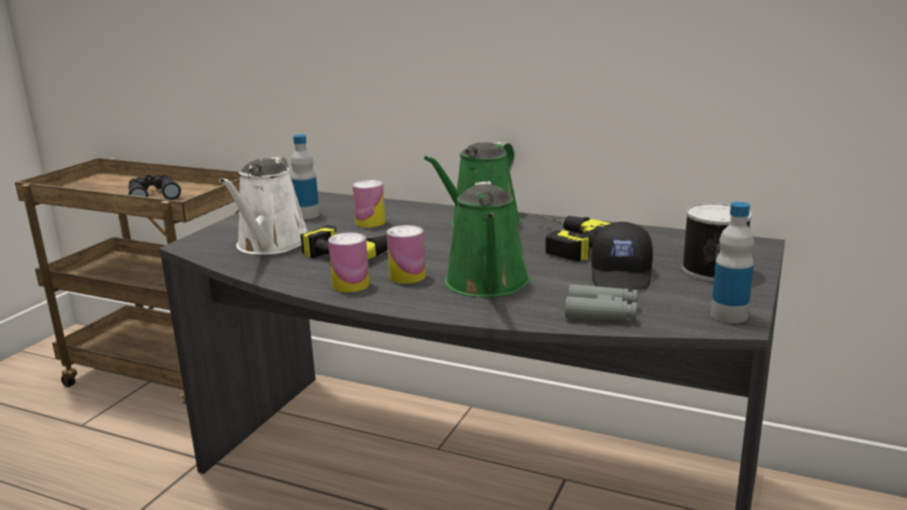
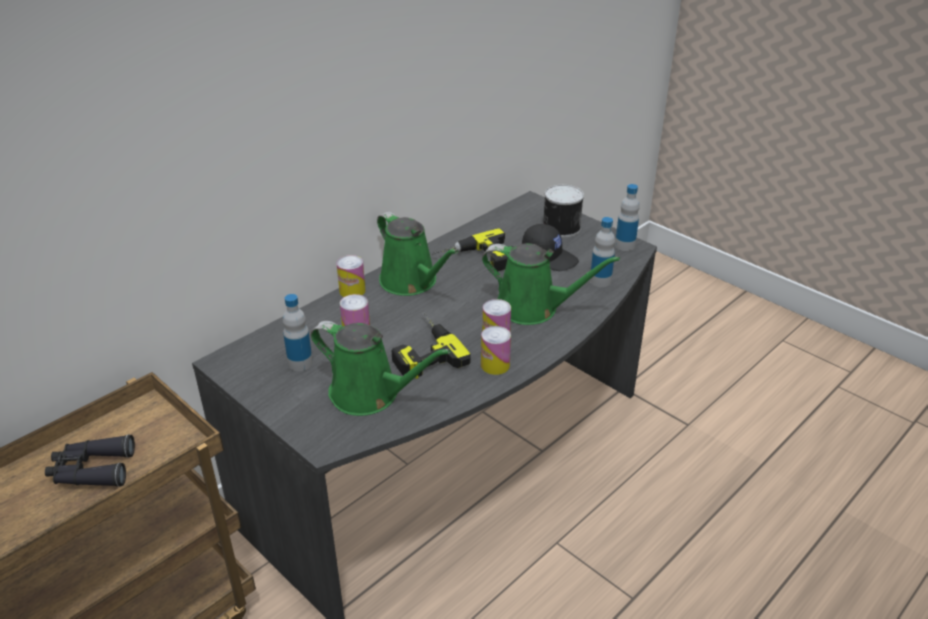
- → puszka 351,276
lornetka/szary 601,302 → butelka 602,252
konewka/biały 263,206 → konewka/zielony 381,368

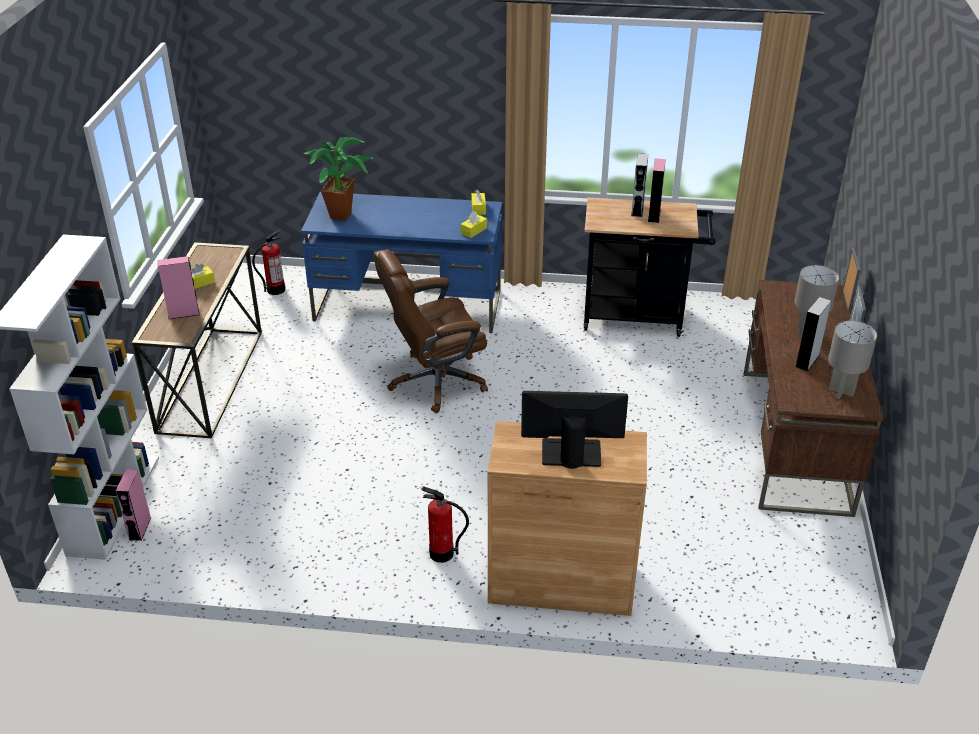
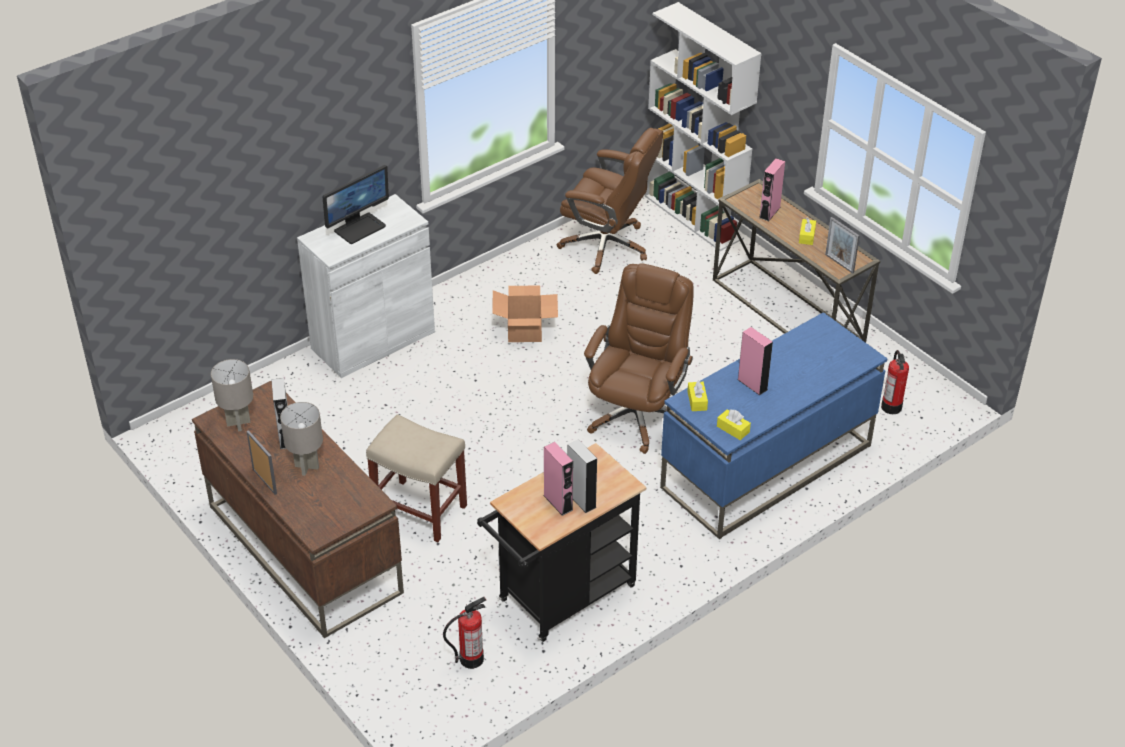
roślina doniczkowa 338,178 → -
- → stołek/beżowy 416,478
- → karton 525,313
- → krzesło biurowe/brązowy 610,201
głośnik/różowy 133,505 → głośnik/różowy 755,361, relocated
gaśnica 445,524 → gaśnica 464,633, relocated
ramka na zdjęcie 851,280 → ramka na zdjęcie 842,245, relocated
szafka/brązowy 567,518 → szafka/biały 366,286

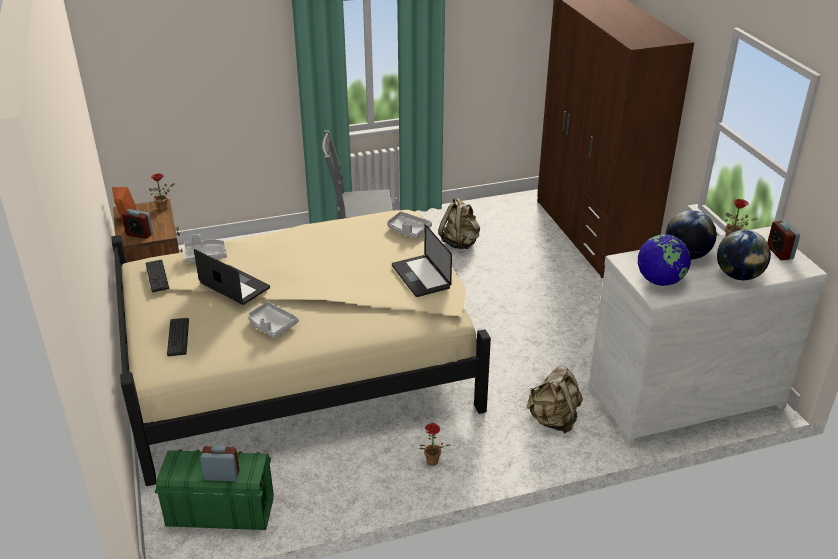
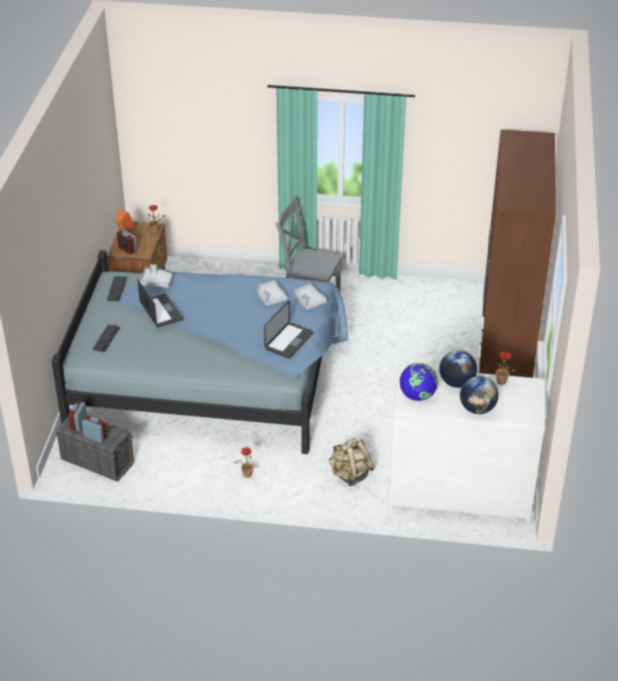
plecak/beżowy 459,223 → -
taca/szary 273,319 → taca/szary 272,293, relocated
budzik 783,240 → budzik 77,416, relocated
łóżko/beżowy 301,348 → łóżko/niebieski 200,352
pojemnik do przechowywania/zielony 214,489 → pojemnik do przechowywania/szary 94,449
laptop 422,260 → laptop 288,330, 150 degrees counterclockwise

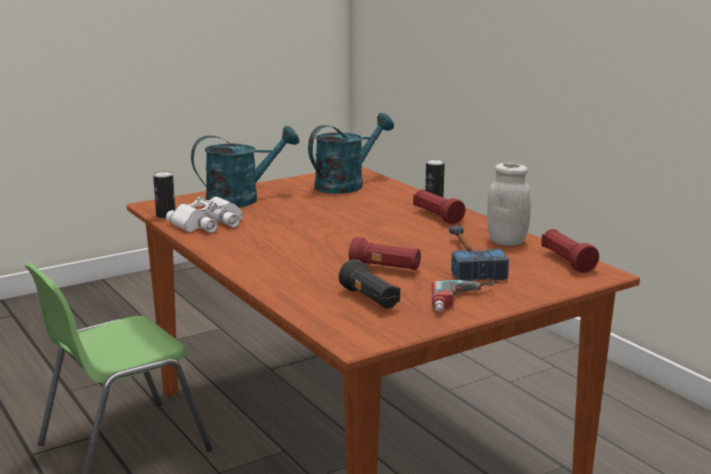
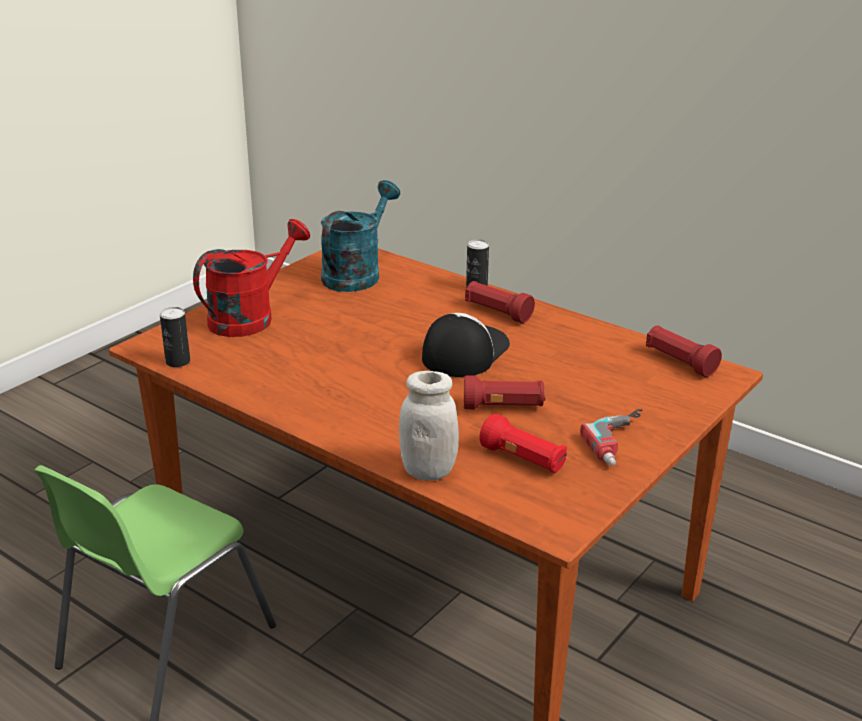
lornetka/biały 204,214 → -
młotek 479,253 → -
- → czapka z daszkiem 466,345
słoik/biały 509,204 → słoik/biały 429,425, relocated
konewka/turkusowy 245,166 → konewka/czerwony 251,278
latarka/czarny 369,284 → latarka/czerwony 523,443

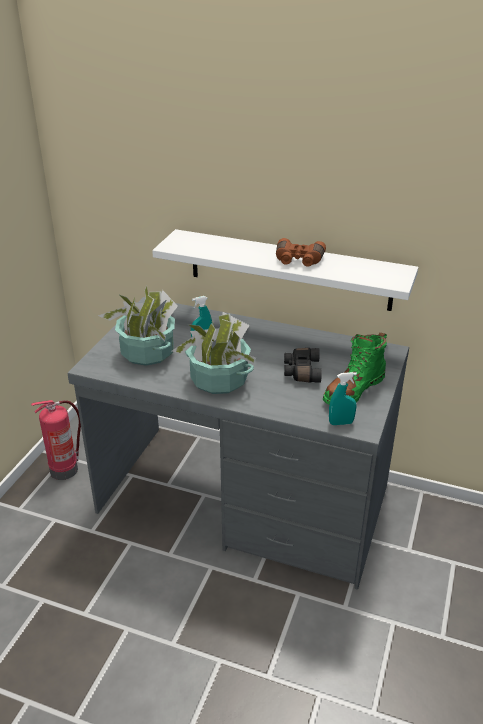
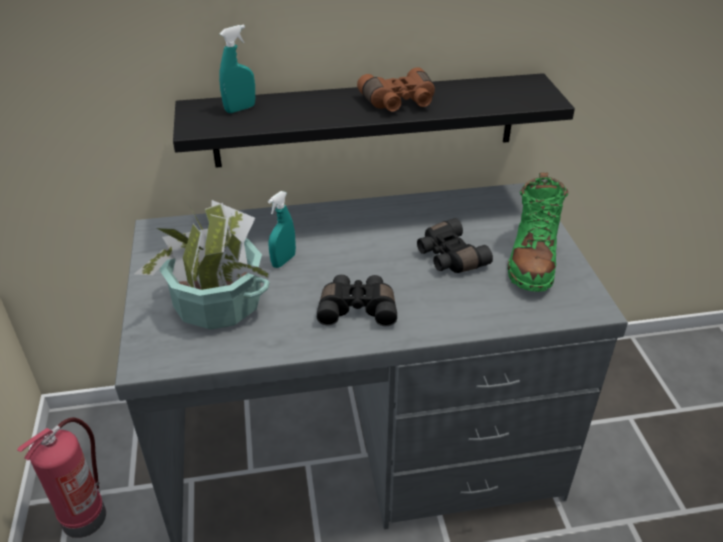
spryskiwacz/turkusowy 343,398 → spryskiwacz/turkusowy 237,69, relocated
roślina doniczkowa 214,353 → lornetka/czarny 357,300
półka/biały 285,270 → półka/czarny 374,120

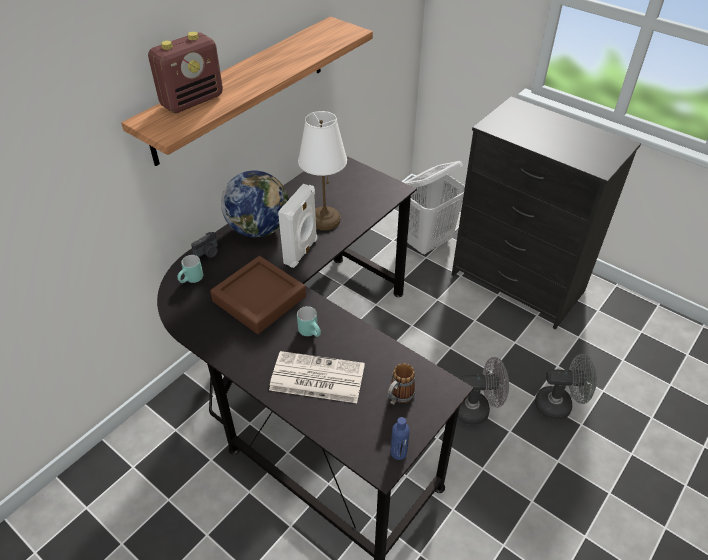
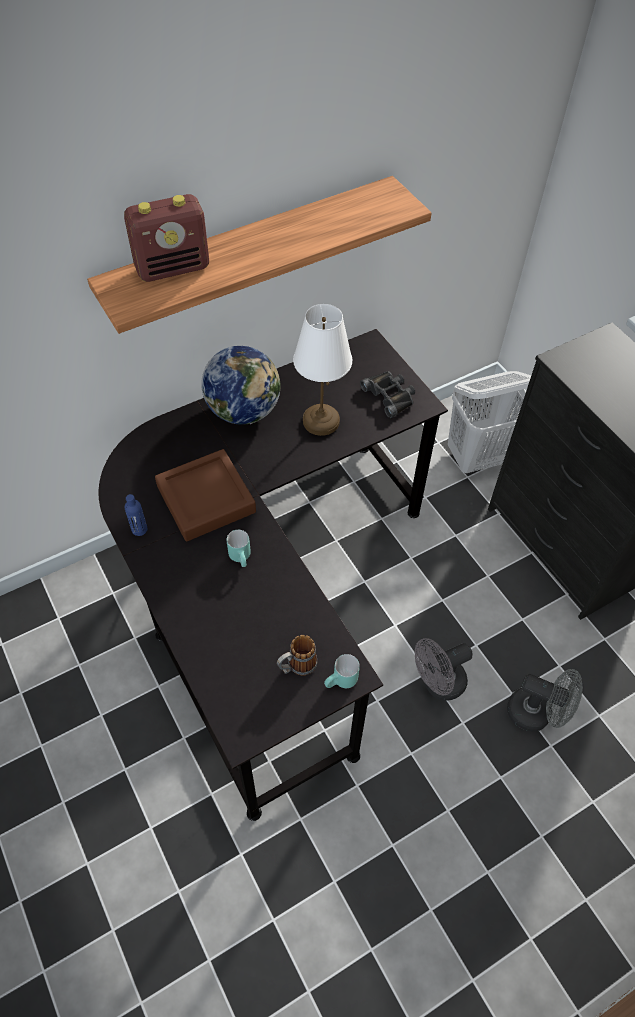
aparat fotograficzny 204,245 → -
gazeta 317,377 → -
głośnik/biały 298,226 → -
- → lornetka/czarny 387,394
kubek/turkusowy 190,269 → kubek/turkusowy 342,671, relocated
butelka/niebieski 400,438 → butelka/niebieski 136,515, relocated
wentylator/szary 483,391 → wentylator/szary 444,669, 135 degrees clockwise

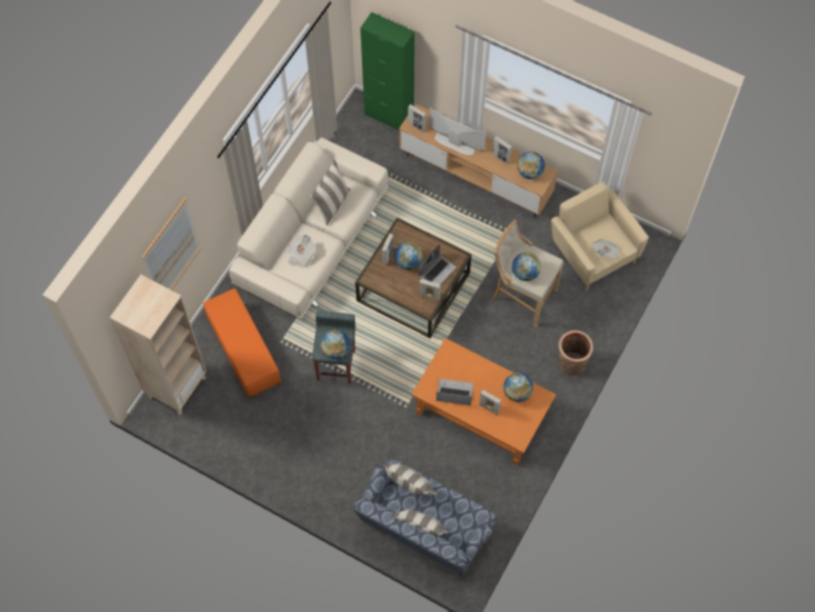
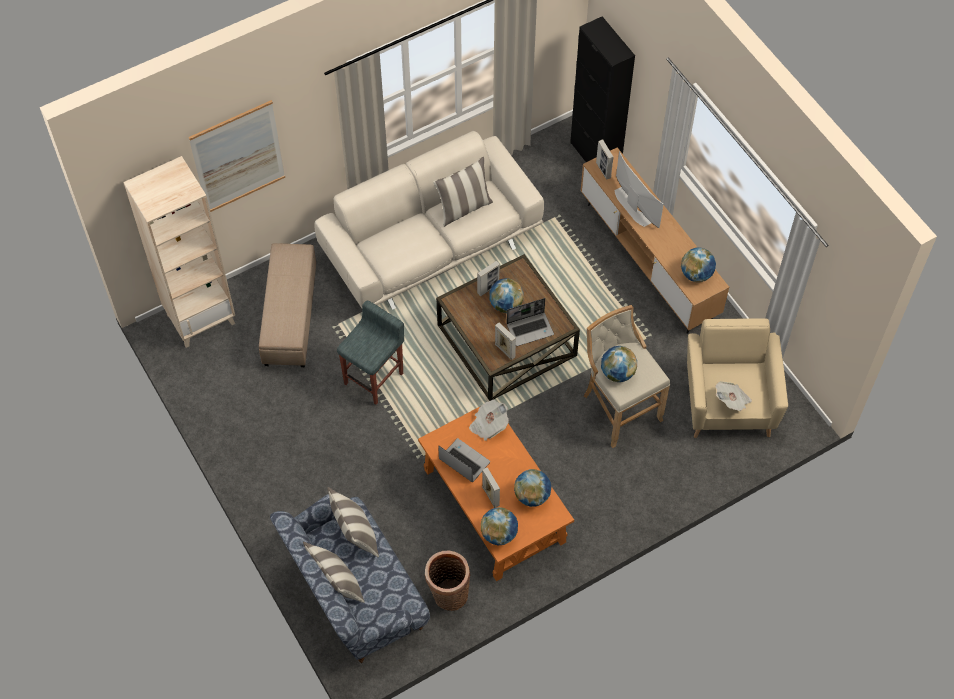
ramka na zdjęcie 502,150 → -
gazeta 302,251 → gazeta 489,420, relocated
globus 335,344 → globus 499,526, relocated
koszyk 575,353 → koszyk 447,581, relocated
pufa/pomarańczowy 242,343 → pufa/beżowy 287,305
szafka/zielony 387,71 → szafka/czarny 602,89

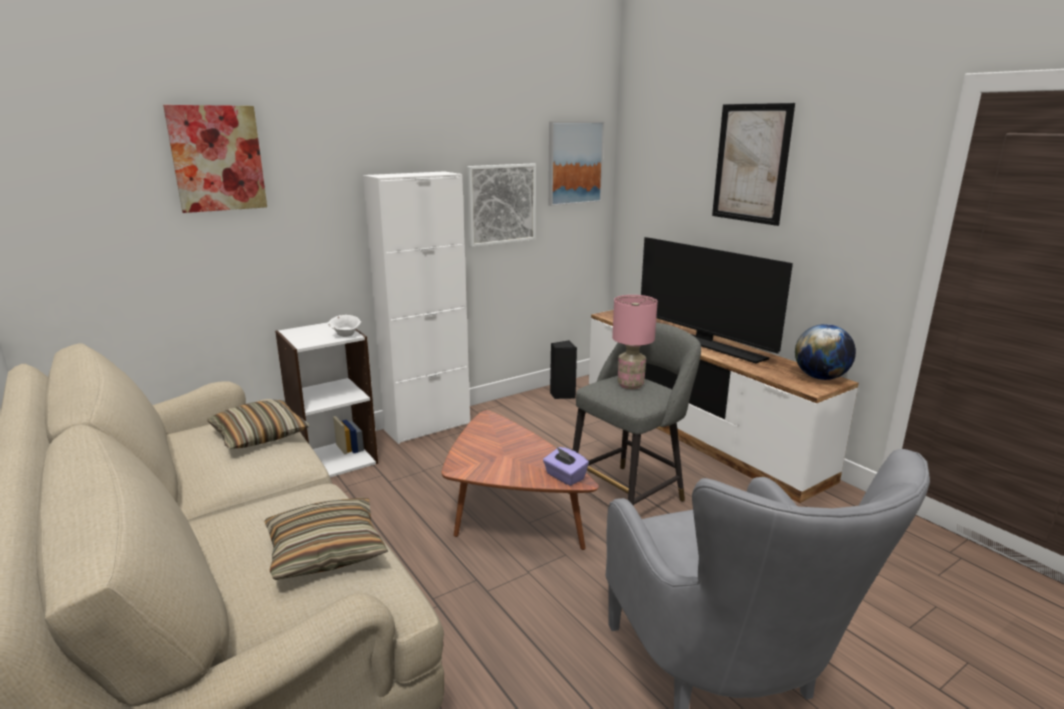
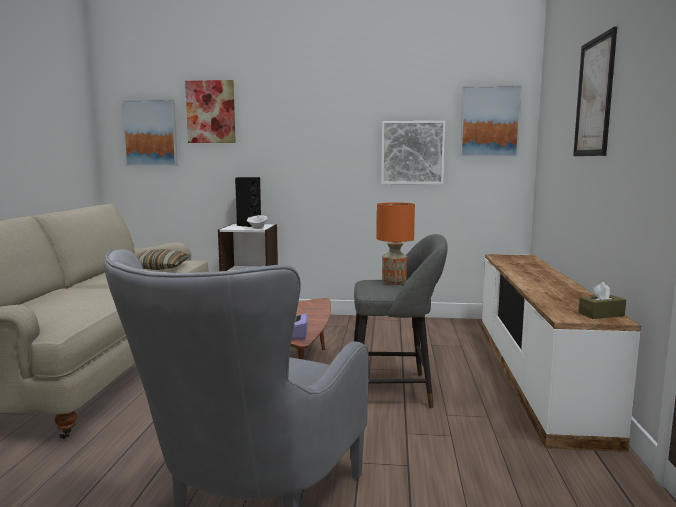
poduszka 326,539 → -
szafka/biały 416,307 → -
telewizor 717,300 → -
- → obraz 149,132
głośnik/czarny 563,369 → głośnik/czarny 248,202, relocated
globus 825,352 → pudełko chusteczek/brązowy 602,300
lampa stołowa/różowy 635,342 → lampa stołowa/pomarańczowy 396,243

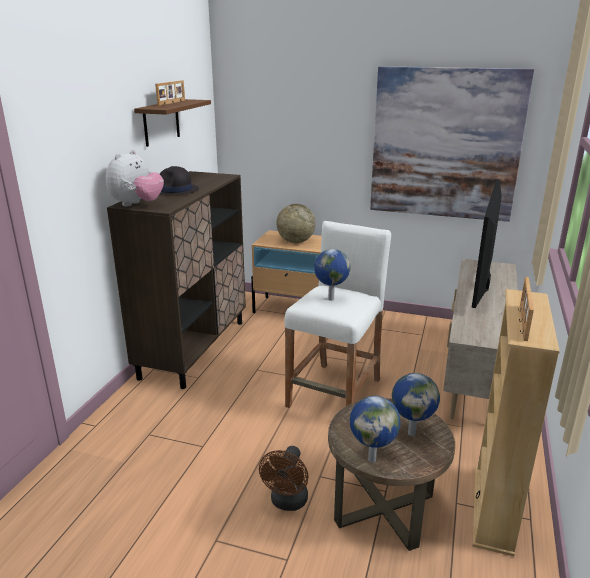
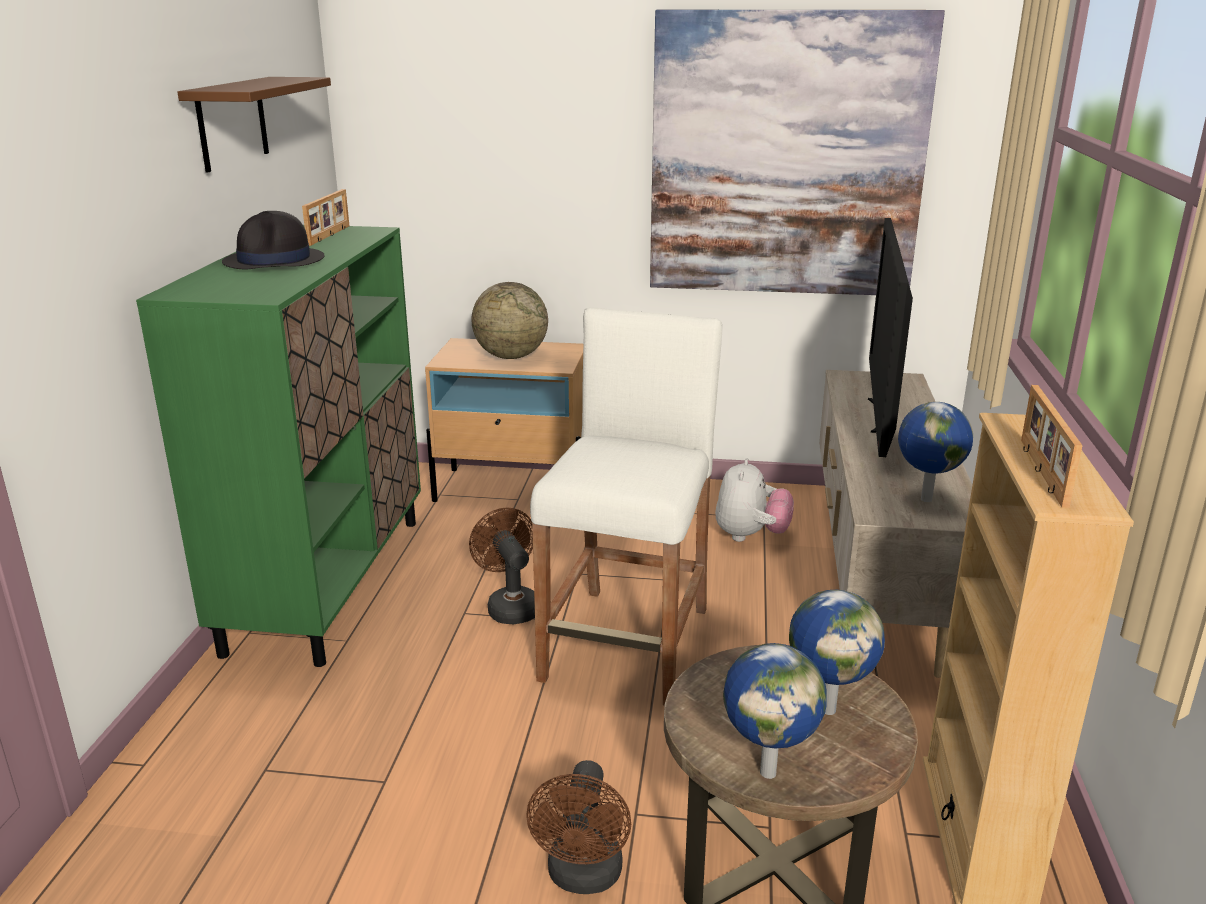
- → wentylator/brązowy 502,566
pluszak 135,178 → pluszak 754,500, relocated
ramka na zdjęcie 170,93 → ramka na zdjęcie 325,217, relocated
globus 332,275 → globus 935,452, relocated
szafka/brązowy 176,280 → szafka/zielony 278,446

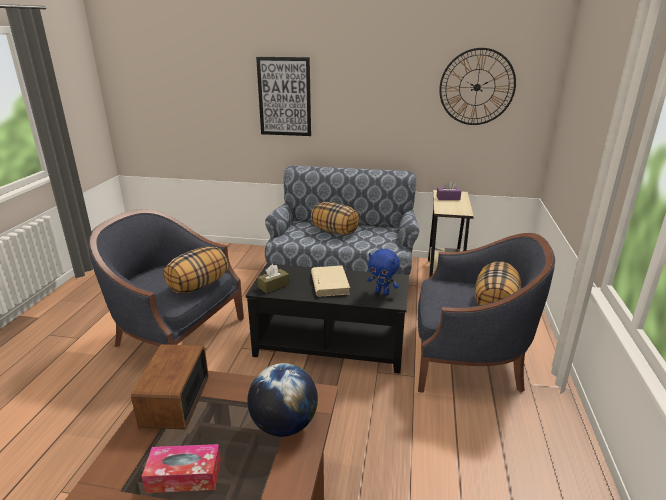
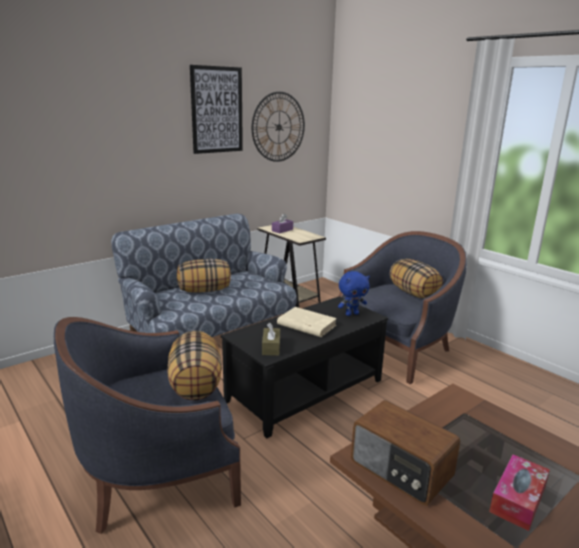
globus 282,400 → -
obraz 283,96 → obraz 216,109, relocated

